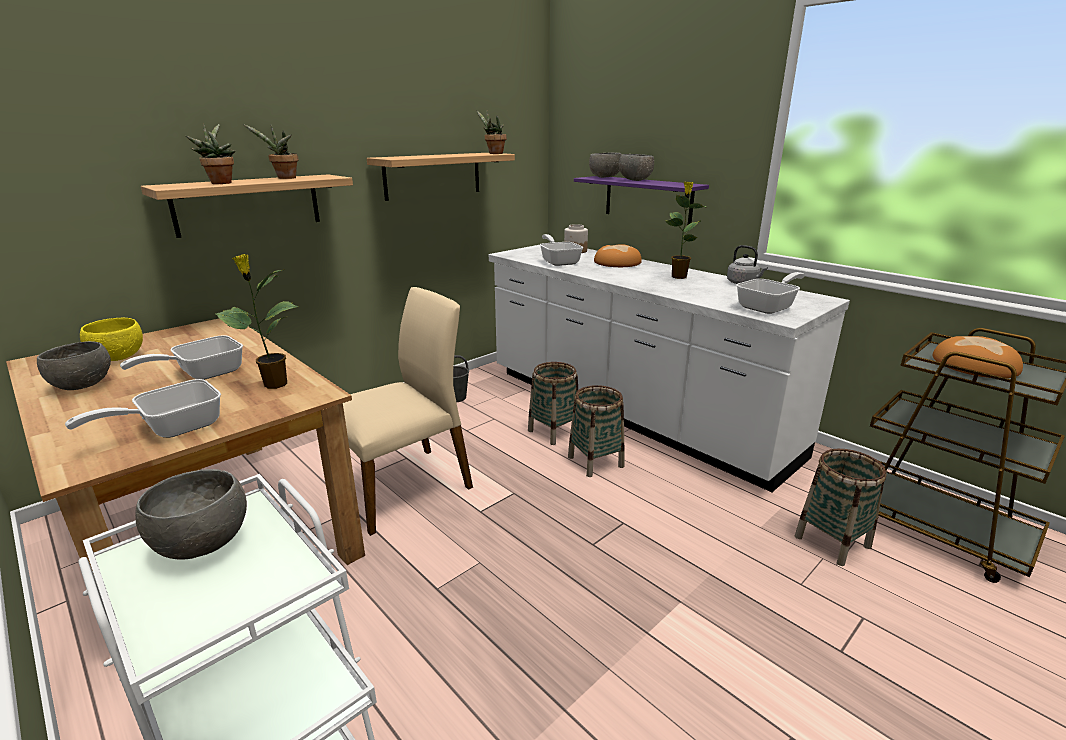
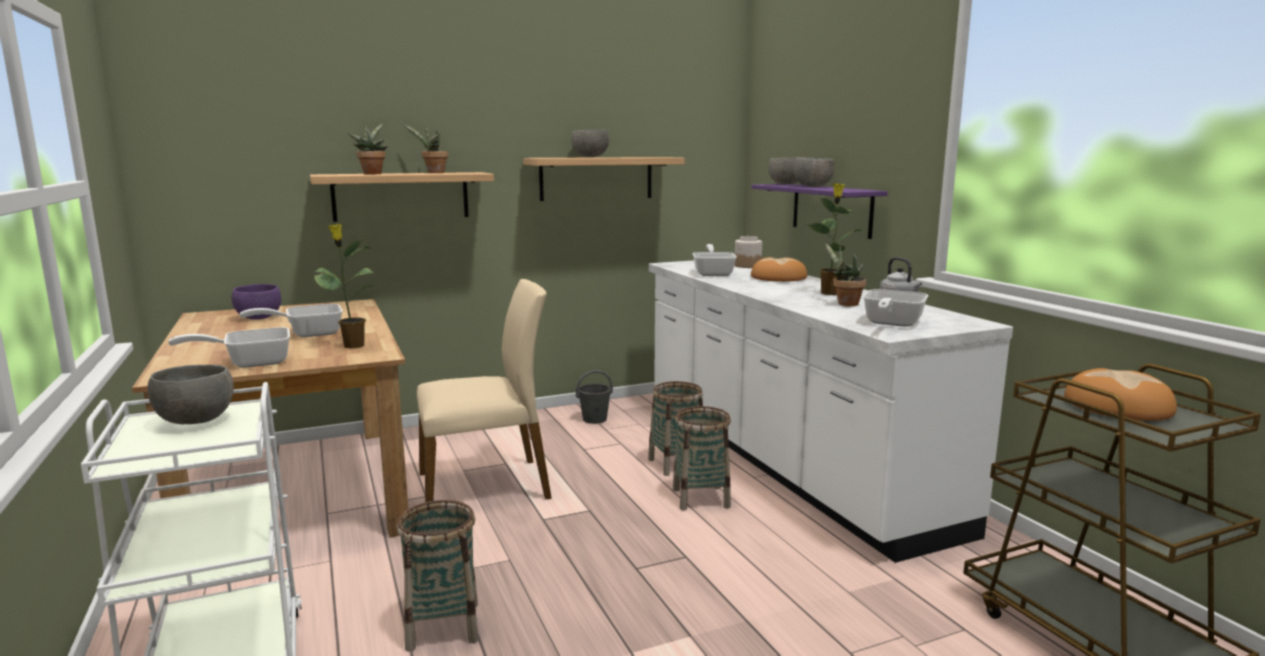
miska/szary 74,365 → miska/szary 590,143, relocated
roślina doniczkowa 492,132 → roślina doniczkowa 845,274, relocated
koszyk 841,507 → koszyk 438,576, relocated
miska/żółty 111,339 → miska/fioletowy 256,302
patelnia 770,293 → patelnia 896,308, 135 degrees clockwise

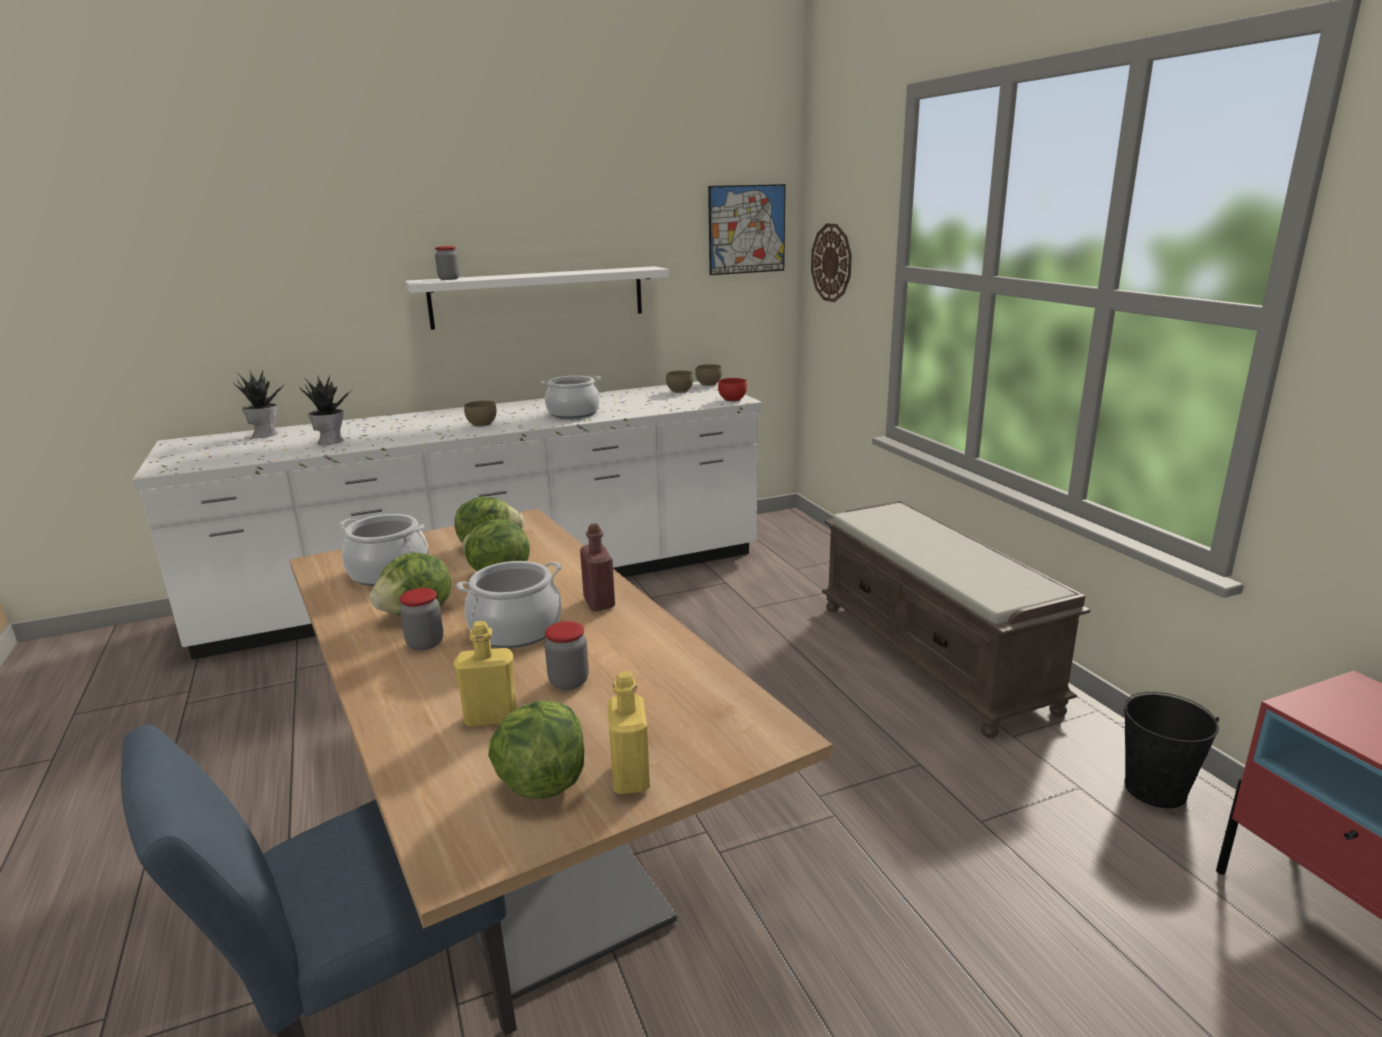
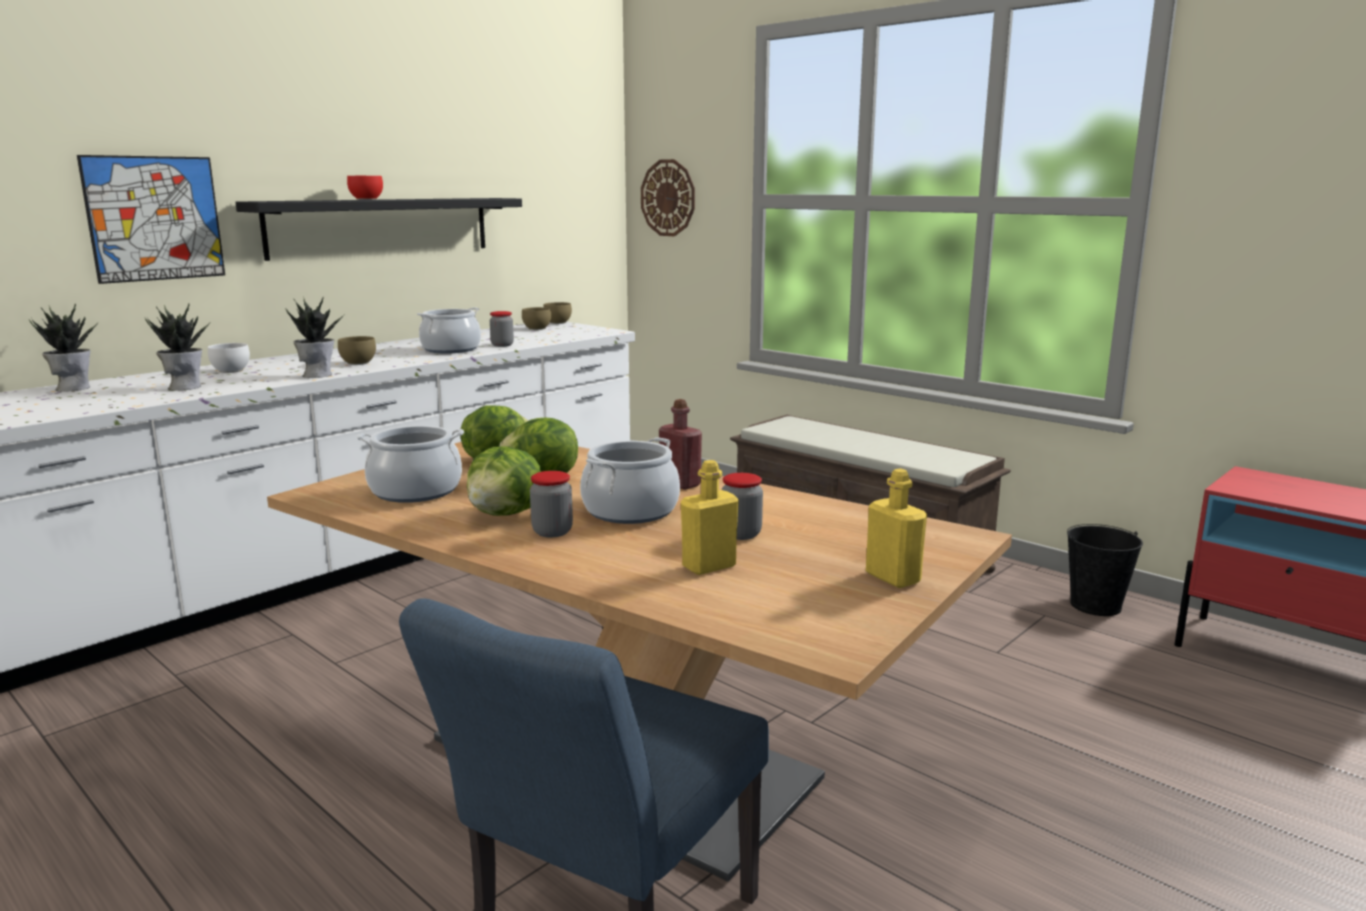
sałata 536,750 → -
- → miska/biały 229,358
- → roślina doniczkowa 314,337
słoik 447,263 → słoik 502,329, relocated
obraz 747,229 → obraz 151,219, relocated
miska/czerwony 732,390 → miska/czerwony 365,188, relocated
półka/biały 537,298 → półka/czarny 378,229

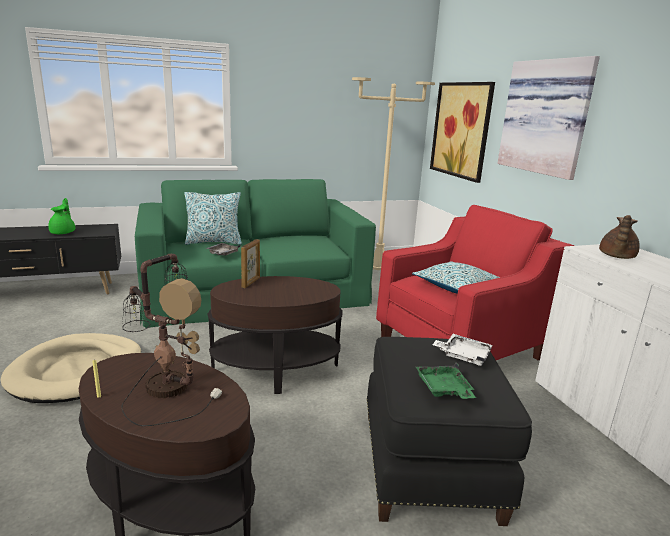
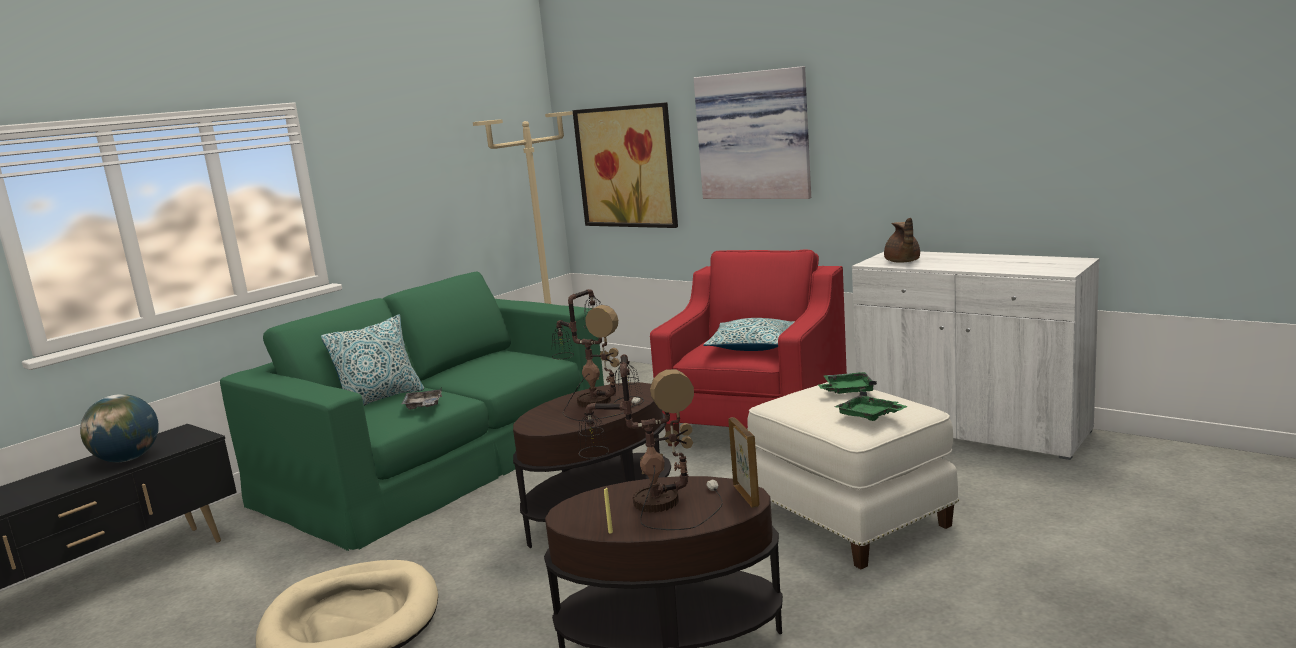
- → lampa stołowa 596,355
ramka na zdjęcie 250,263 → ramka na zdjęcie 744,462, relocated
imbryk/zielony 61,216 → globus 119,428
pufa/czarny 449,431 → pufa/biały 853,475
taca/biały 462,350 → taca/zielony 847,383

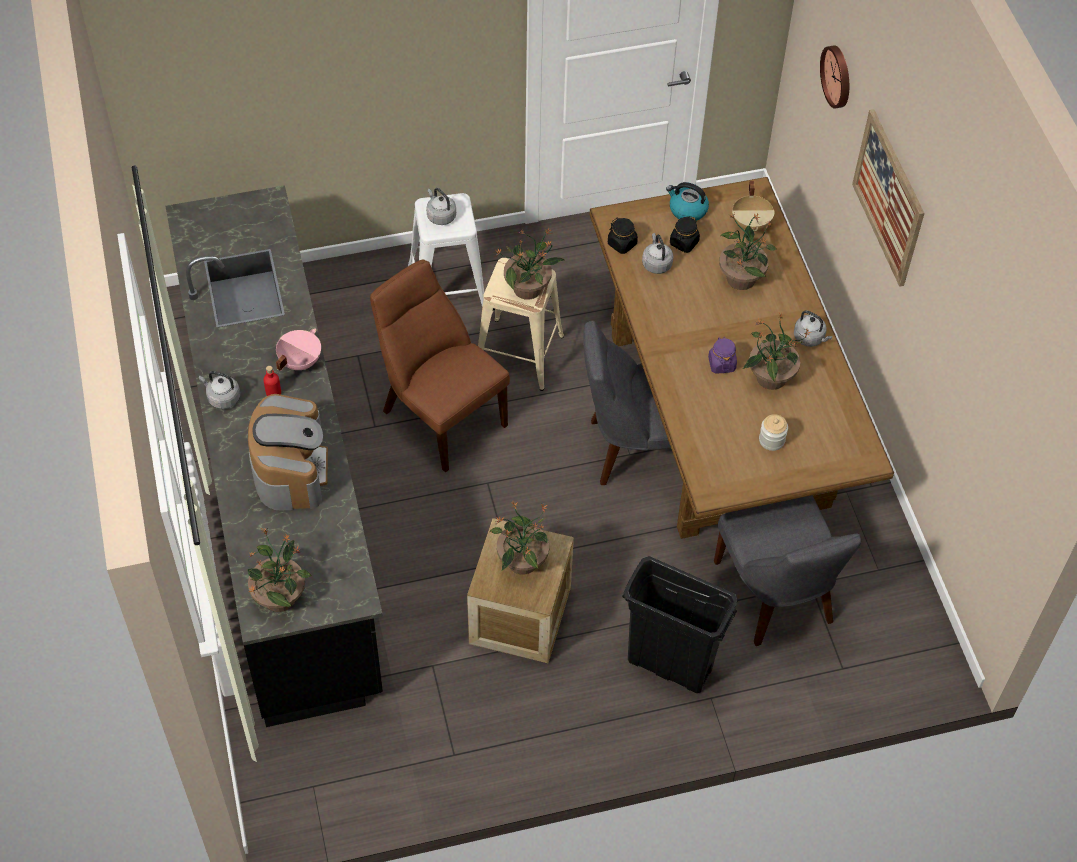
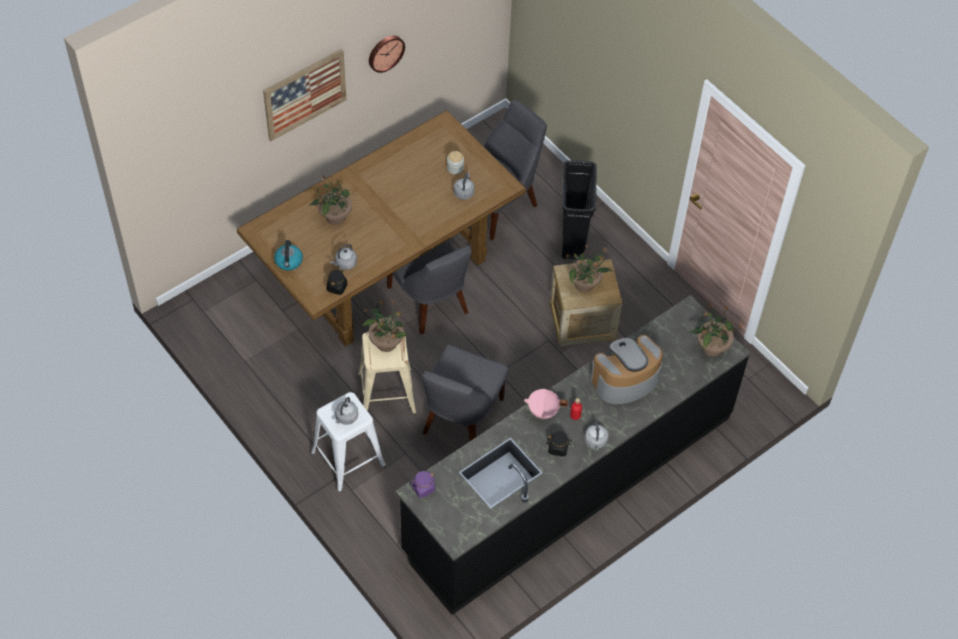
garnek/beżowy 753,206 → -
roślina doniczkowa 777,351 → -
słoik/czarny 685,234 → słoik/czarny 559,444, relocated
słoik/fioletowy 722,355 → słoik/fioletowy 423,484, relocated
czajnik/szary 813,328 → czajnik/szary 464,186, relocated
zegar ścienny 834,76 → zegar ścienny 387,54, relocated
krzesło/brązowy 440,366 → krzesło/szary 465,393

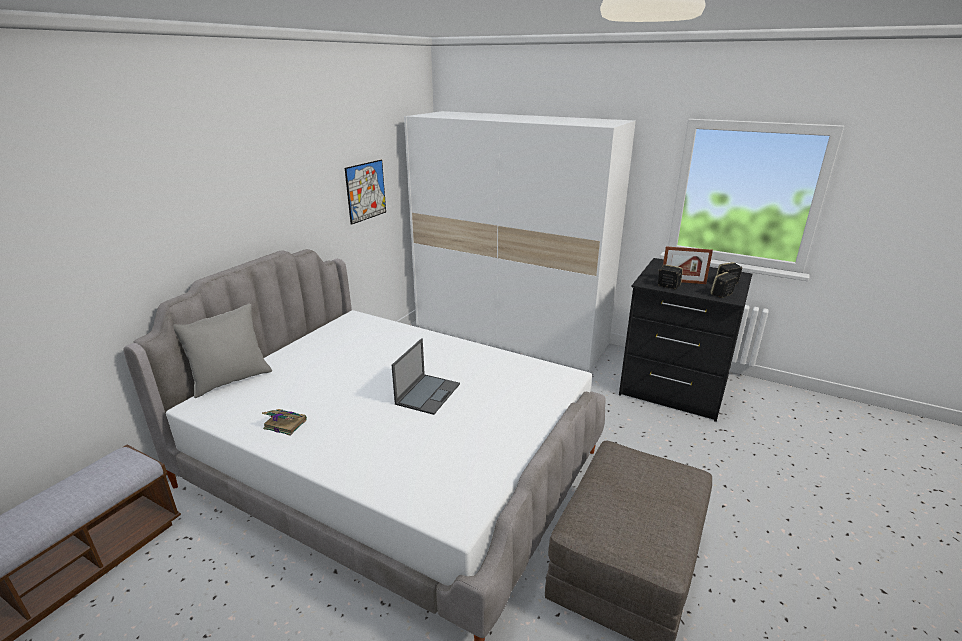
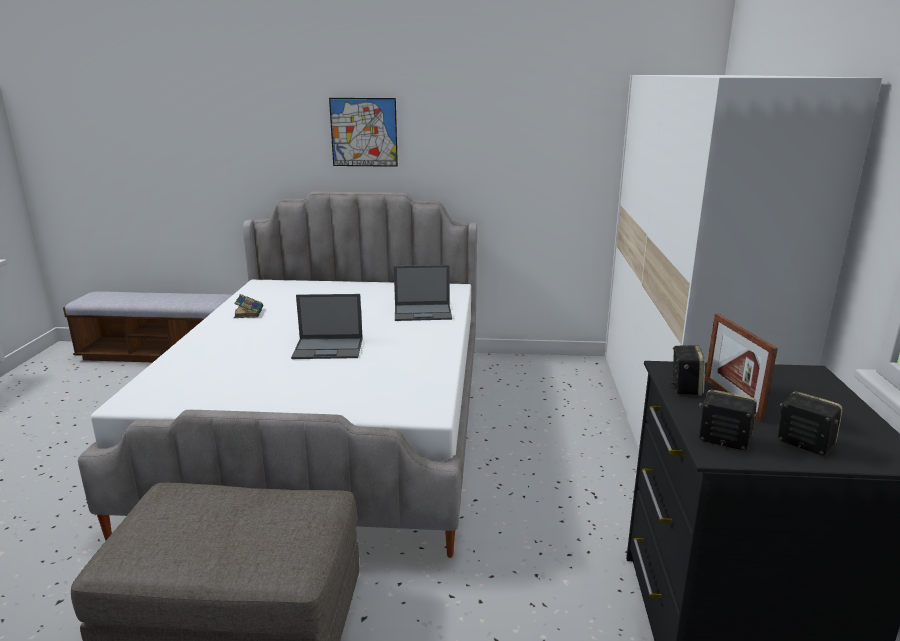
poduszka/szary 222,351 → -
- → laptop 423,293
obraz 365,192 → obraz 363,132, relocated

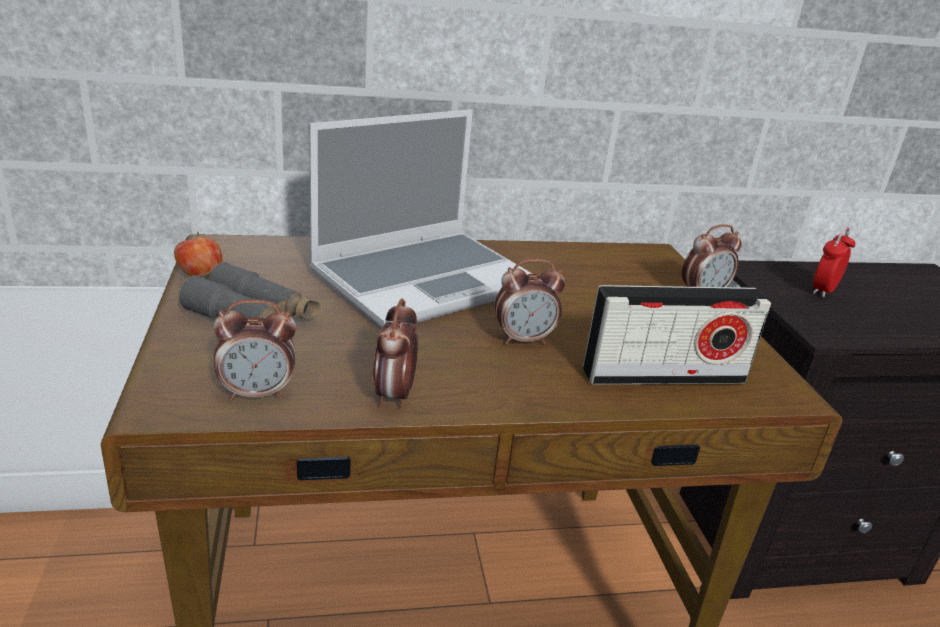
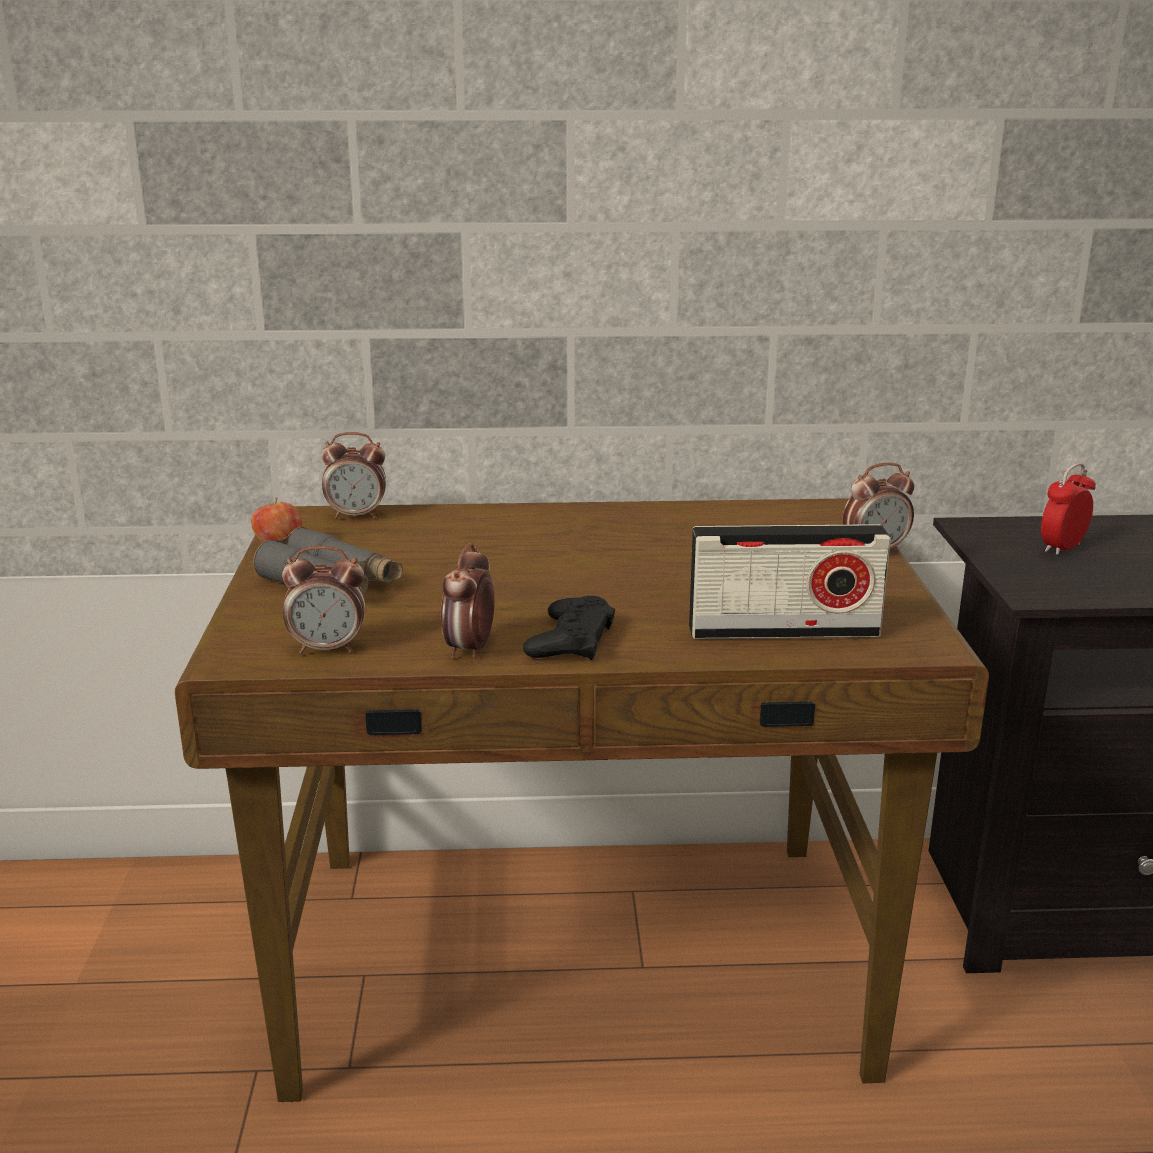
laptop 420,218 → -
- → pad do gier/czarny 569,628
budzik 529,301 → budzik 354,475, relocated

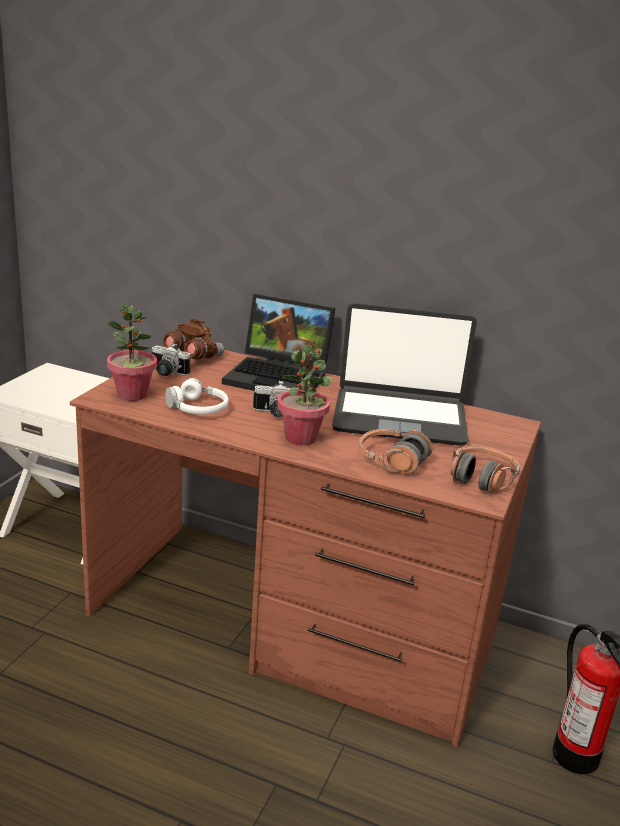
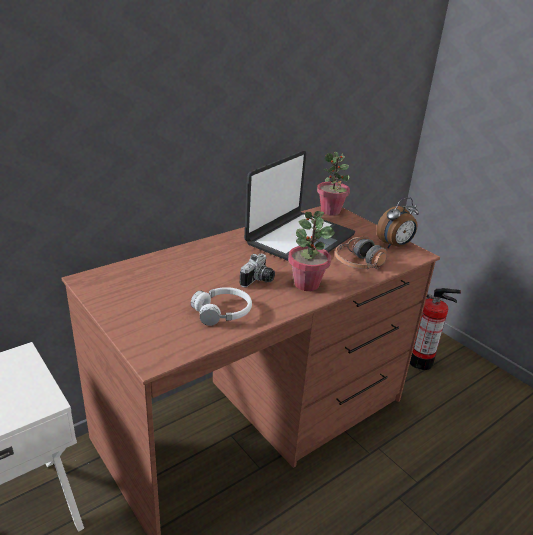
aparat fotograficzny 170,359 → -
lornetka/brązowy 193,339 → -
laptop 279,342 → -
roślina doniczkowa 132,352 → roślina doniczkowa 333,184, relocated
słuchawki 485,470 → budzik 398,222

